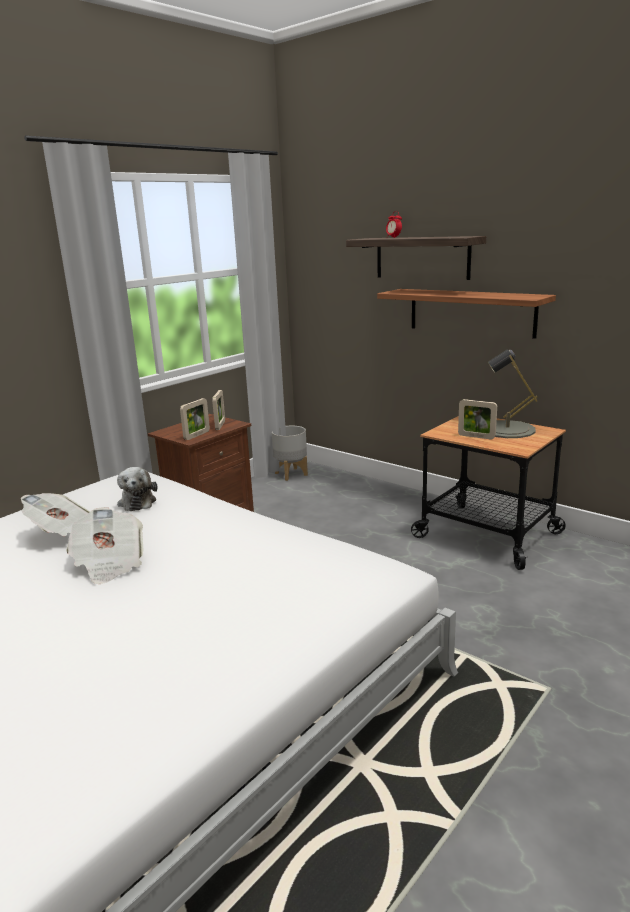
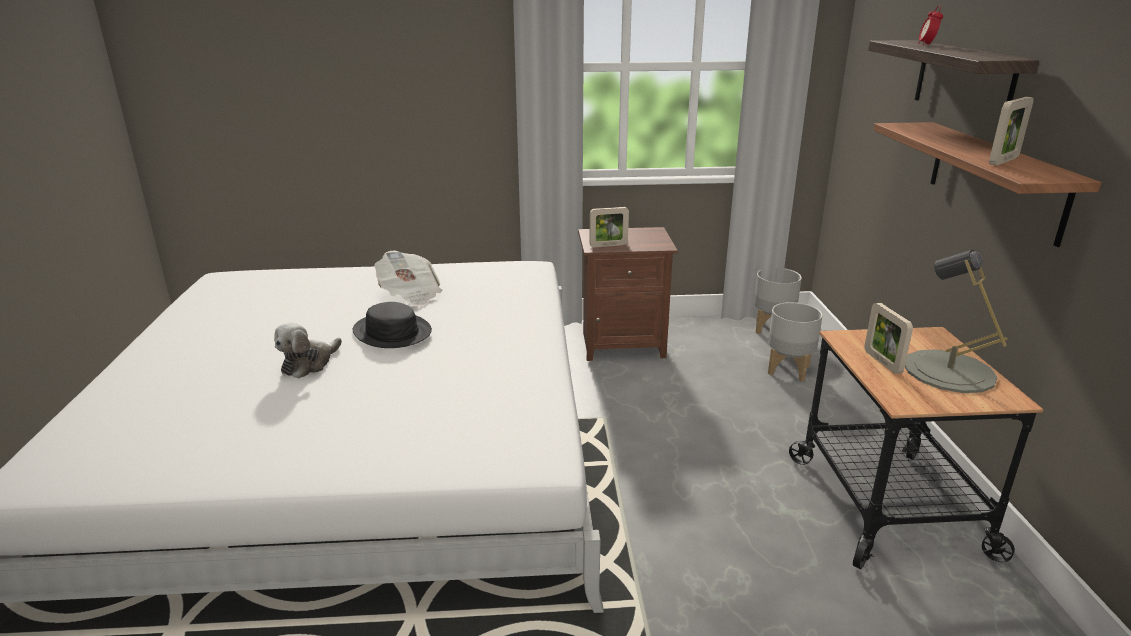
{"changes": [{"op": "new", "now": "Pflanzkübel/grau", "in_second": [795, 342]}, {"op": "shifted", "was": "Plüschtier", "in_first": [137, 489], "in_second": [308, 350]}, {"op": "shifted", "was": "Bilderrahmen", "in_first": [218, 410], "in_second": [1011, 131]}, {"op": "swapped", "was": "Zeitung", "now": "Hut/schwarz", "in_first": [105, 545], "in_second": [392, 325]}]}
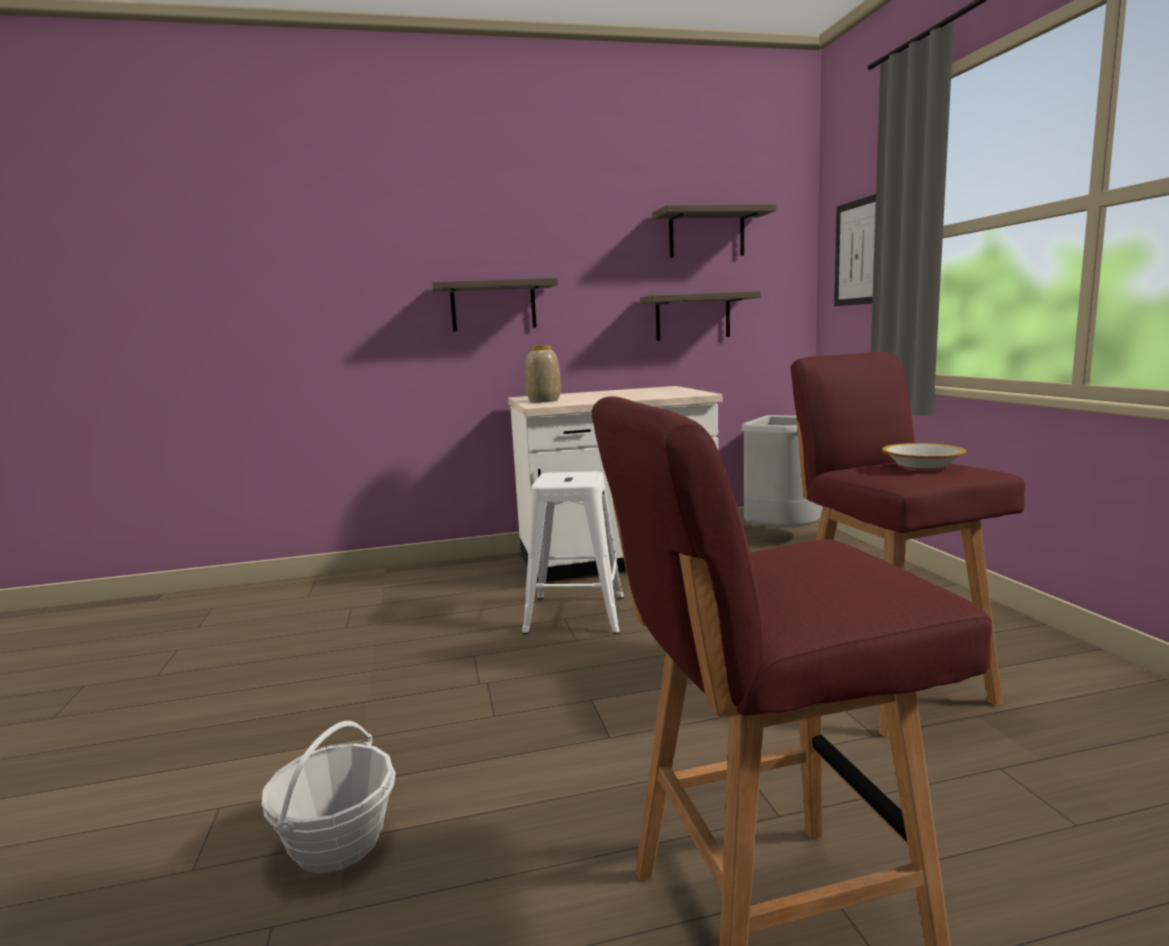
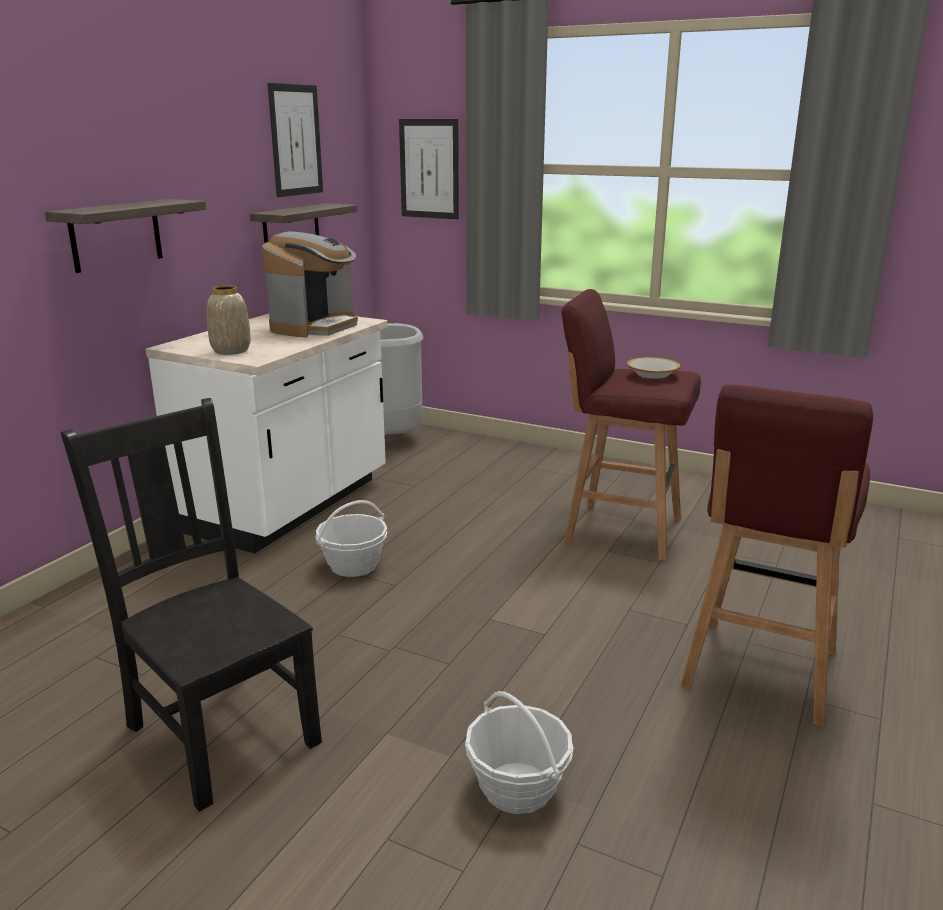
{"changes": [{"op": "new", "now": "Stuhl/schwarz", "in_second": [191, 605]}, {"op": "new", "now": "Kaffeemaschine", "in_second": [310, 284]}, {"op": "swapped", "was": "Hocker/weiß", "now": "Korb", "in_first": [573, 552], "in_second": [351, 538]}, {"op": "swapped", "was": "Wandregal", "now": "Bild", "in_first": [714, 231], "in_second": [295, 140]}]}
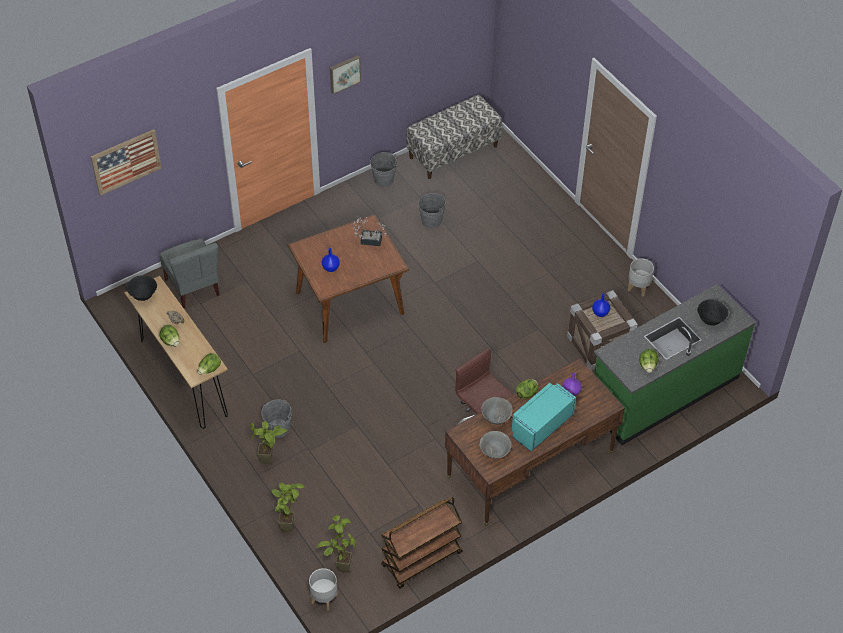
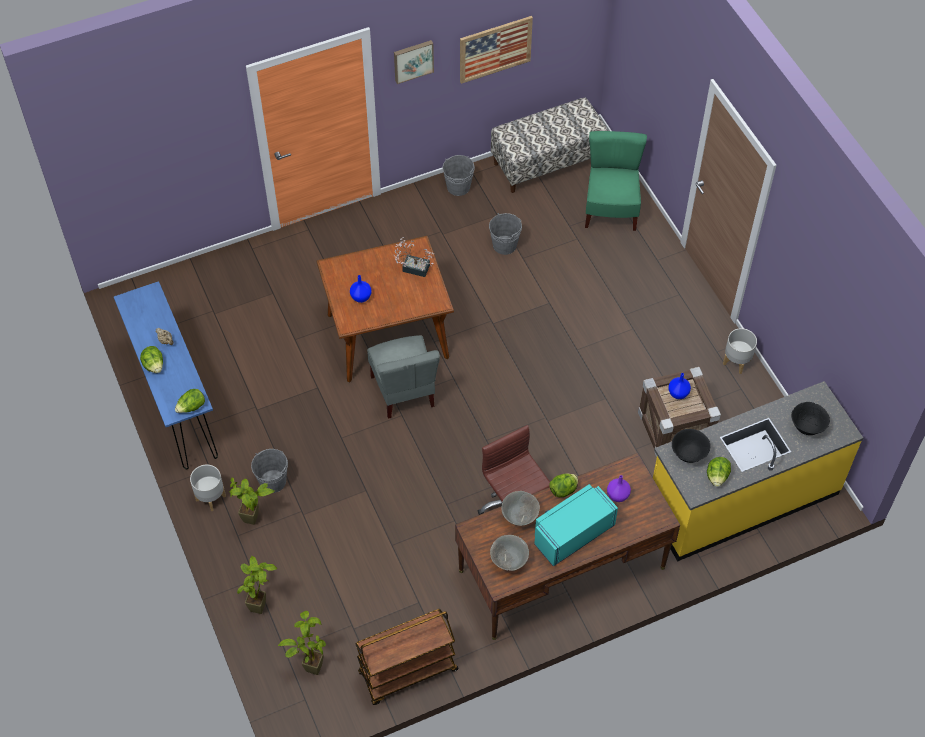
{"changes": [{"op": "new", "now": "Stuhl/grün", "in_second": [616, 181]}, {"op": "shifted", "was": "Bild", "in_first": [126, 162], "in_second": [496, 50]}, {"op": "shifted", "was": "Schüssel/schwarz", "in_first": [142, 288], "in_second": [691, 446]}, {"op": "shifted", "was": "Stuhl/grau", "in_first": [189, 273], "in_second": [403, 377]}, {"op": "shifted", "was": "Pflanzkübel/grau", "in_first": [323, 589], "in_second": [208, 488]}, {"op": "repainted", "was": "Konsolentisch/braun", "now": "Konsolentisch/blau", "in_first": [176, 352], "in_second": [166, 375]}, {"op": "repainted", "was": "Küchenzeile/grün", "now": "Küchenzeile/gelb", "in_first": [675, 364], "in_second": [758, 471]}]}
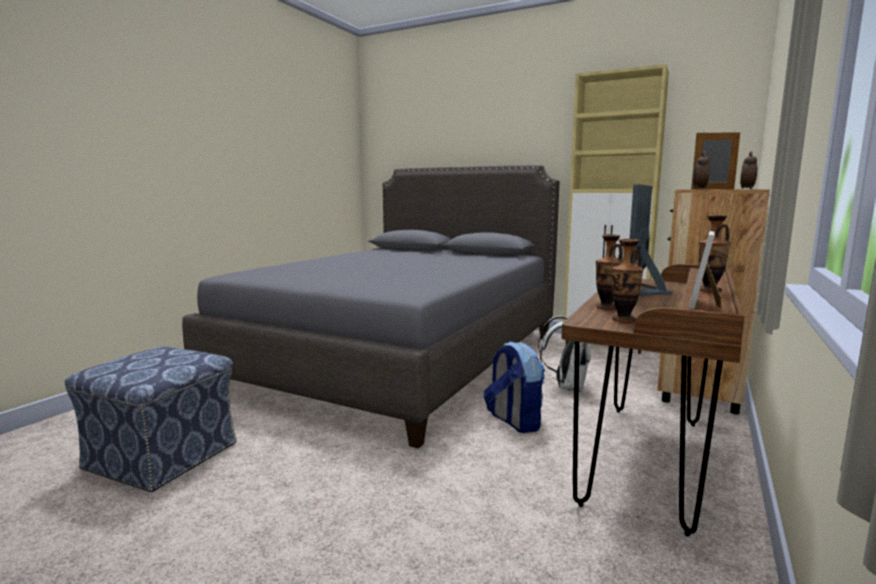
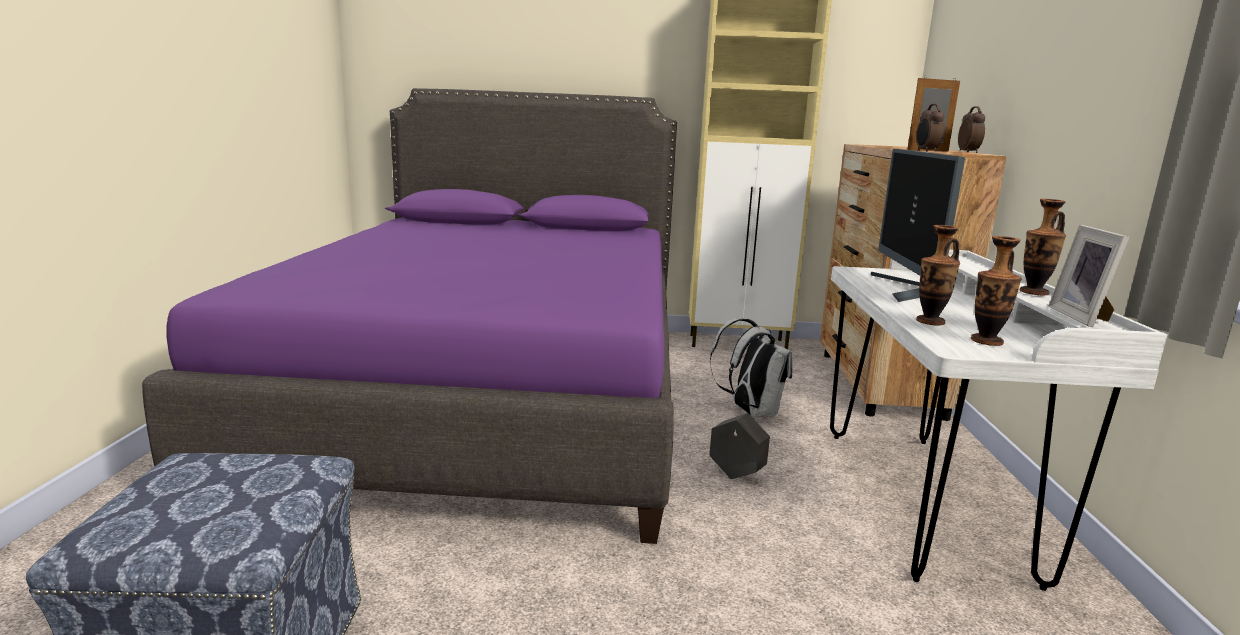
{"changes": [{"op": "swapped", "was": "Rucksack", "now": "Pflanzkübel/grau", "in_first": [514, 387], "in_second": [740, 446]}, {"op": "repainted", "was": "Bett/grau", "now": "Bett/lila", "in_first": [371, 307], "in_second": [409, 316]}, {"op": "repainted", "was": "Schreibtisch/braun", "now": "Schreibtisch/weiß", "in_first": [653, 400], "in_second": [999, 420]}]}
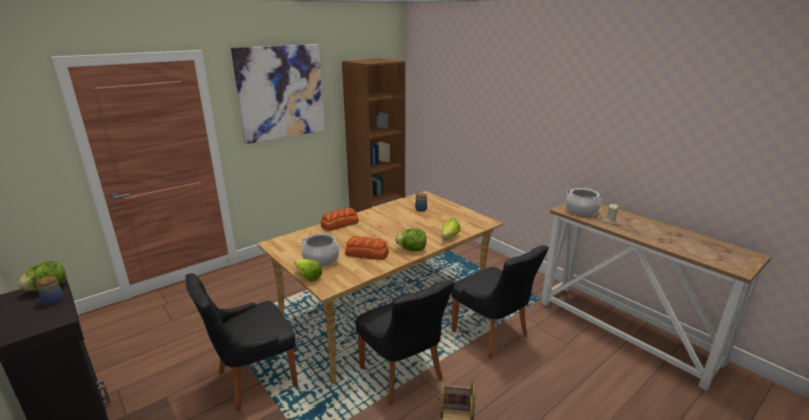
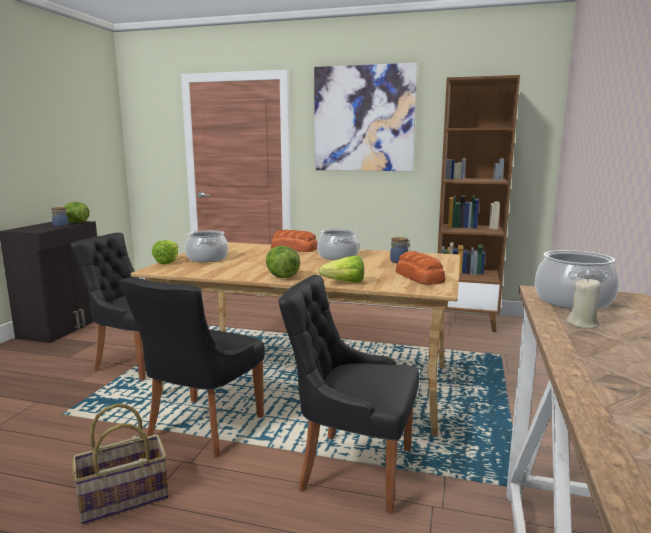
{"changes": [{"op": "new", "now": "Kochtopf", "in_second": [338, 244]}, {"op": "shifted", "was": "Brot", "in_first": [367, 248], "in_second": [421, 268]}, {"op": "rotated", "was": "Stuhl/schwarz", "in_first": [500, 302], "in_second": [348, 394], "clockwise": 90}]}
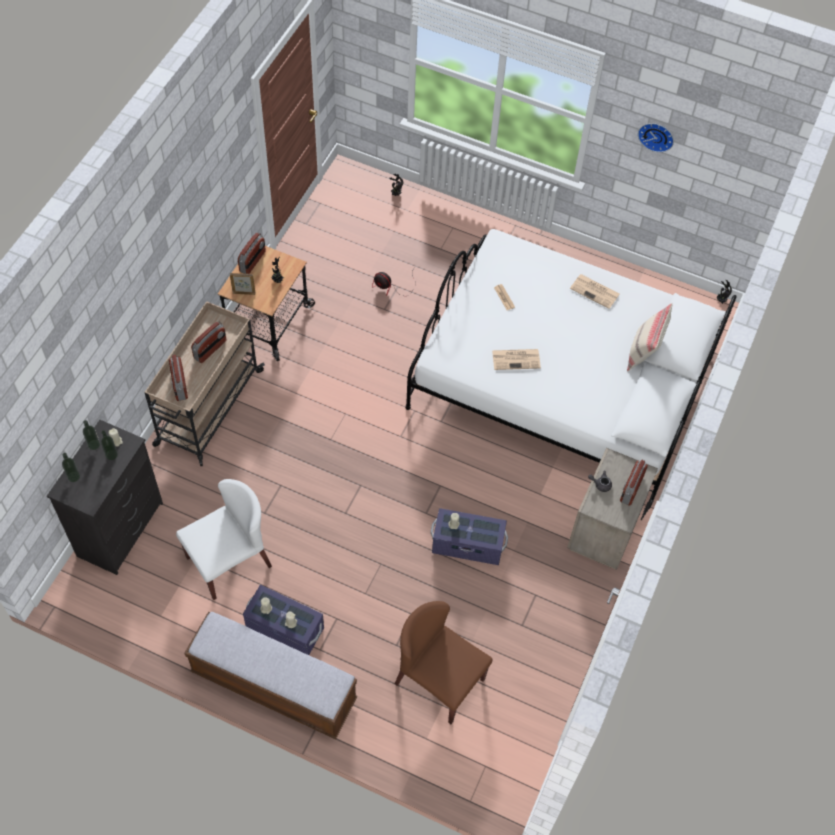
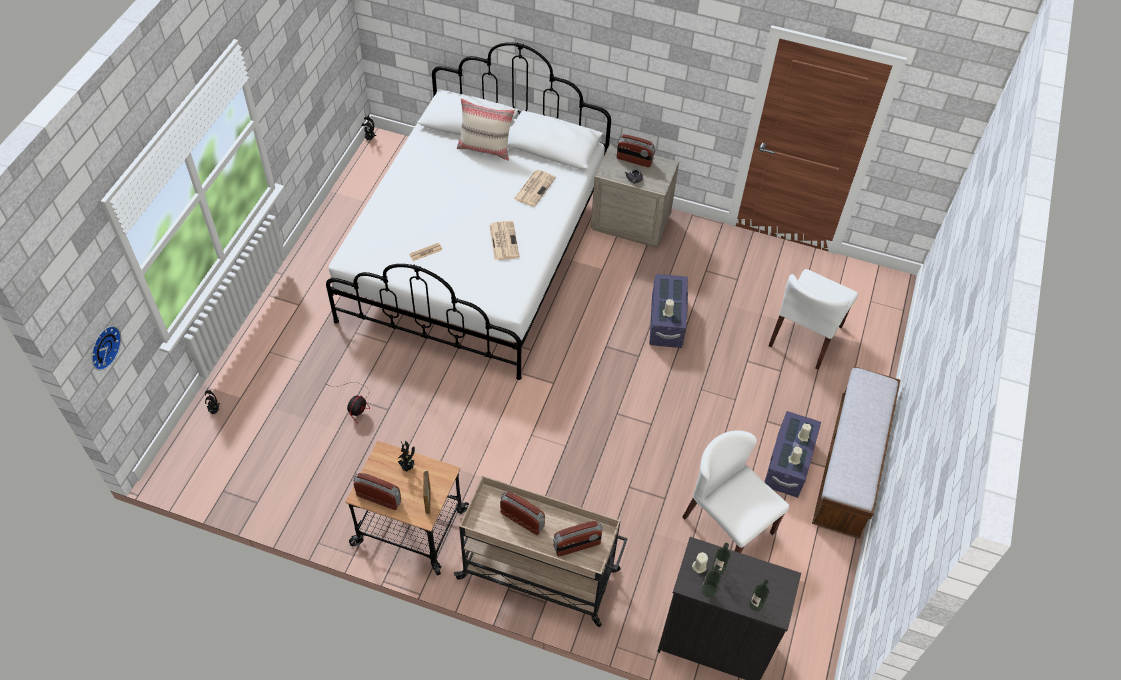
{"changes": [{"op": "shifted", "was": "Zeitung", "in_first": [595, 291], "in_second": [535, 188]}, {"op": "shifted", "was": "Wanduhr", "in_first": [656, 138], "in_second": [106, 348]}, {"op": "repainted", "was": "Stuhl/braun", "now": "Stuhl/weiß", "in_first": [443, 662], "in_second": [813, 319]}]}
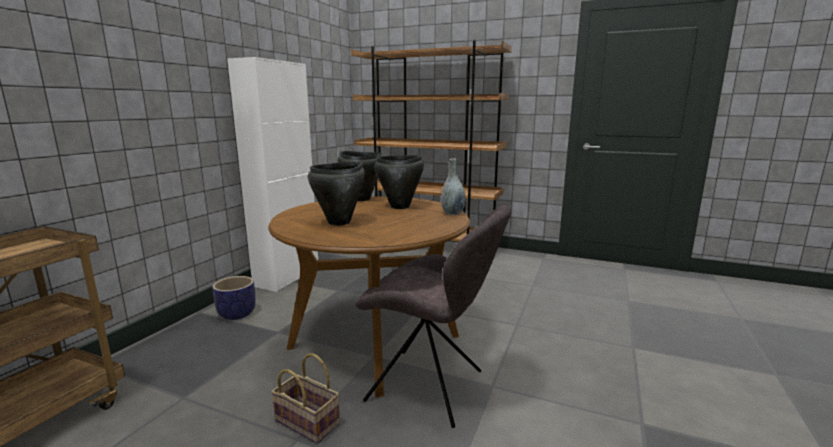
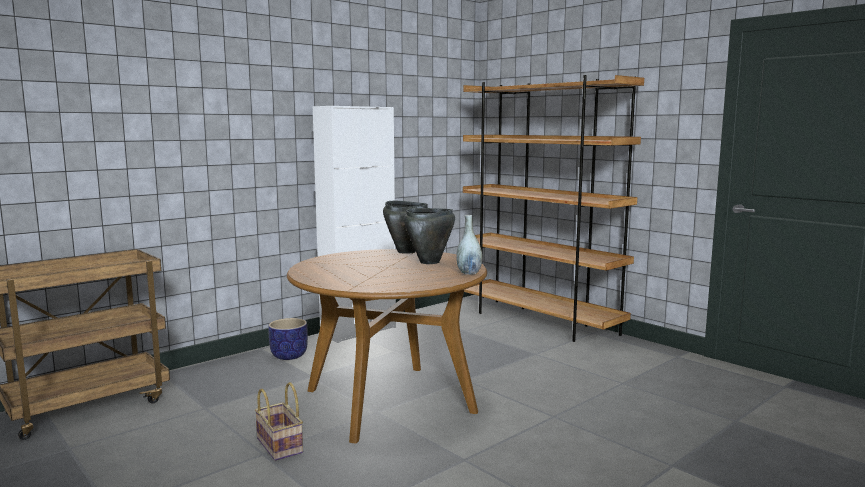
{"changes": [{"op": "gone", "was": "Kochtopf/schwarz", "in_first": [336, 193]}, {"op": "gone", "was": "Stuhl/grau", "in_first": [433, 316]}]}
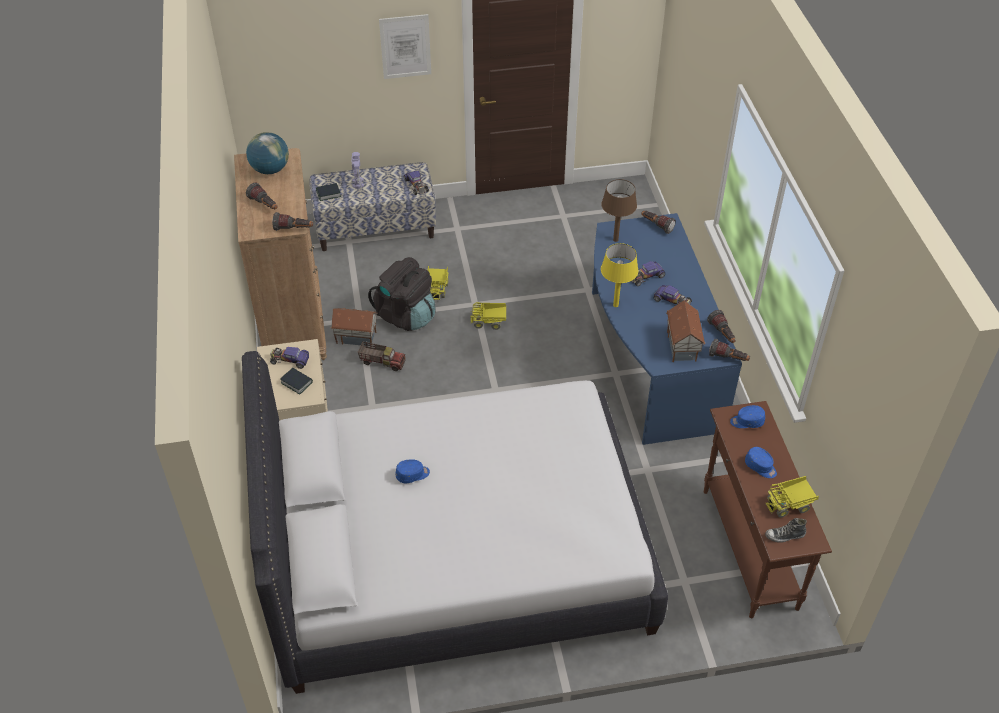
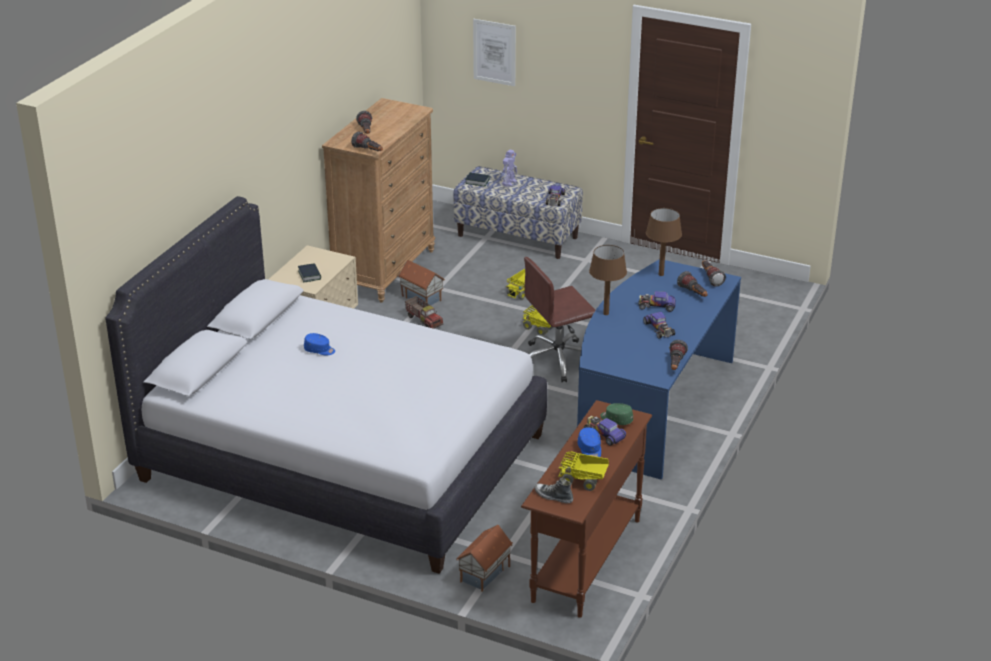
{"changes": [{"op": "gone", "was": "Globus", "in_first": [267, 153]}, {"op": "gone", "was": "Rucksack/schwarz", "in_first": [402, 294]}, {"op": "new", "now": "Bürostuhl/braun", "in_second": [560, 319]}, {"op": "shifted", "was": "Spielzeugauto", "in_first": [289, 358], "in_second": [605, 431]}, {"op": "shifted", "was": "Bild", "in_first": [405, 46], "in_second": [494, 52]}, {"op": "shifted", "was": "Spielzeughaus", "in_first": [685, 331], "in_second": [484, 558]}, {"op": "shifted", "was": "Taschenlampe", "in_first": [729, 350], "in_second": [692, 284]}, {"op": "repainted", "was": "Tischlampe/gelb", "now": "Tischlampe/braun", "in_first": [619, 275], "in_second": [608, 280]}, {"op": "repainted", "was": "Kappe/blau", "now": "Kappe/grün", "in_first": [747, 416], "in_second": [616, 414]}]}
